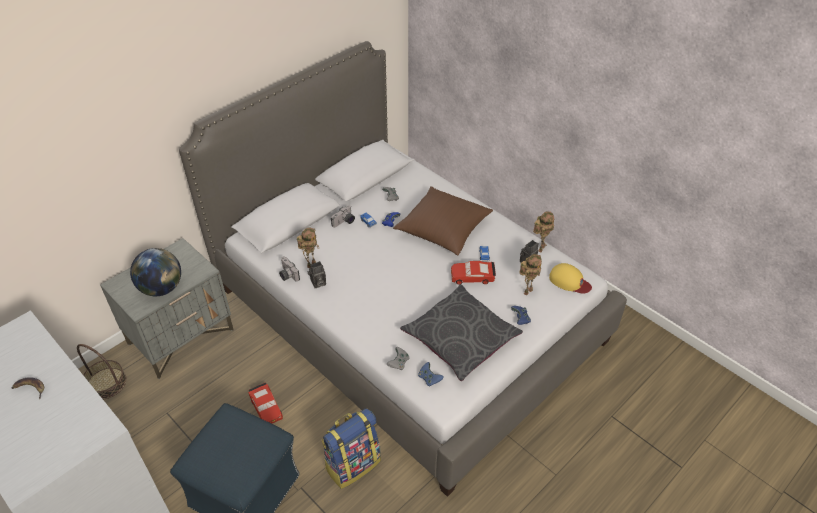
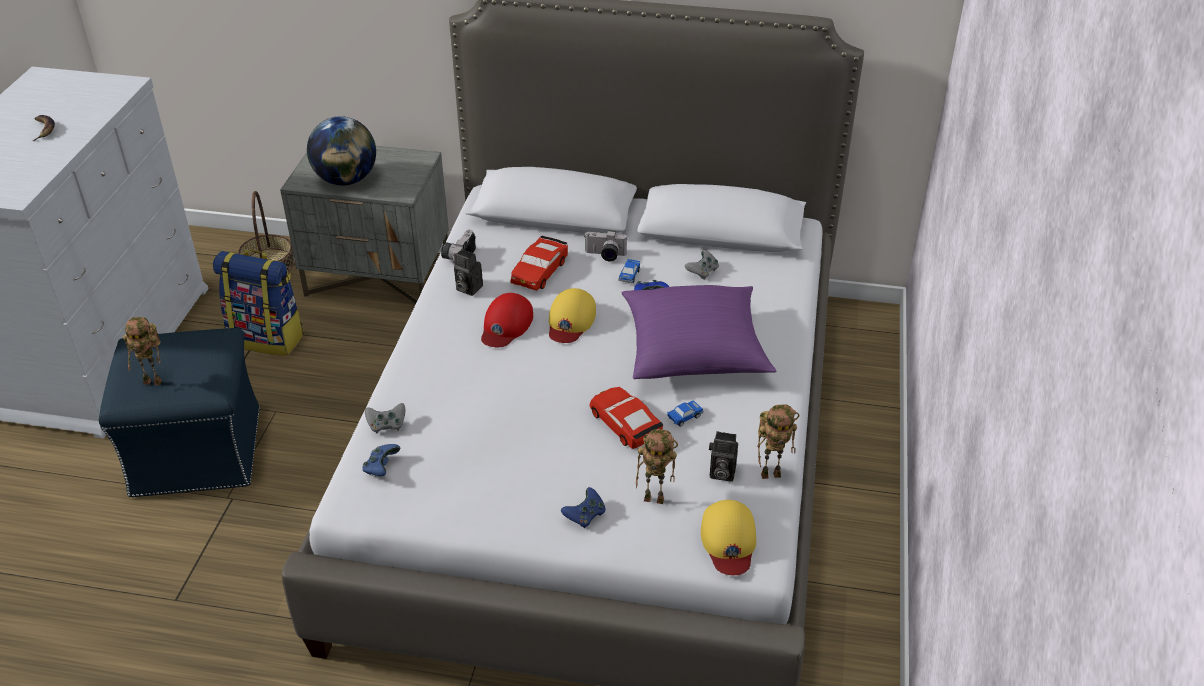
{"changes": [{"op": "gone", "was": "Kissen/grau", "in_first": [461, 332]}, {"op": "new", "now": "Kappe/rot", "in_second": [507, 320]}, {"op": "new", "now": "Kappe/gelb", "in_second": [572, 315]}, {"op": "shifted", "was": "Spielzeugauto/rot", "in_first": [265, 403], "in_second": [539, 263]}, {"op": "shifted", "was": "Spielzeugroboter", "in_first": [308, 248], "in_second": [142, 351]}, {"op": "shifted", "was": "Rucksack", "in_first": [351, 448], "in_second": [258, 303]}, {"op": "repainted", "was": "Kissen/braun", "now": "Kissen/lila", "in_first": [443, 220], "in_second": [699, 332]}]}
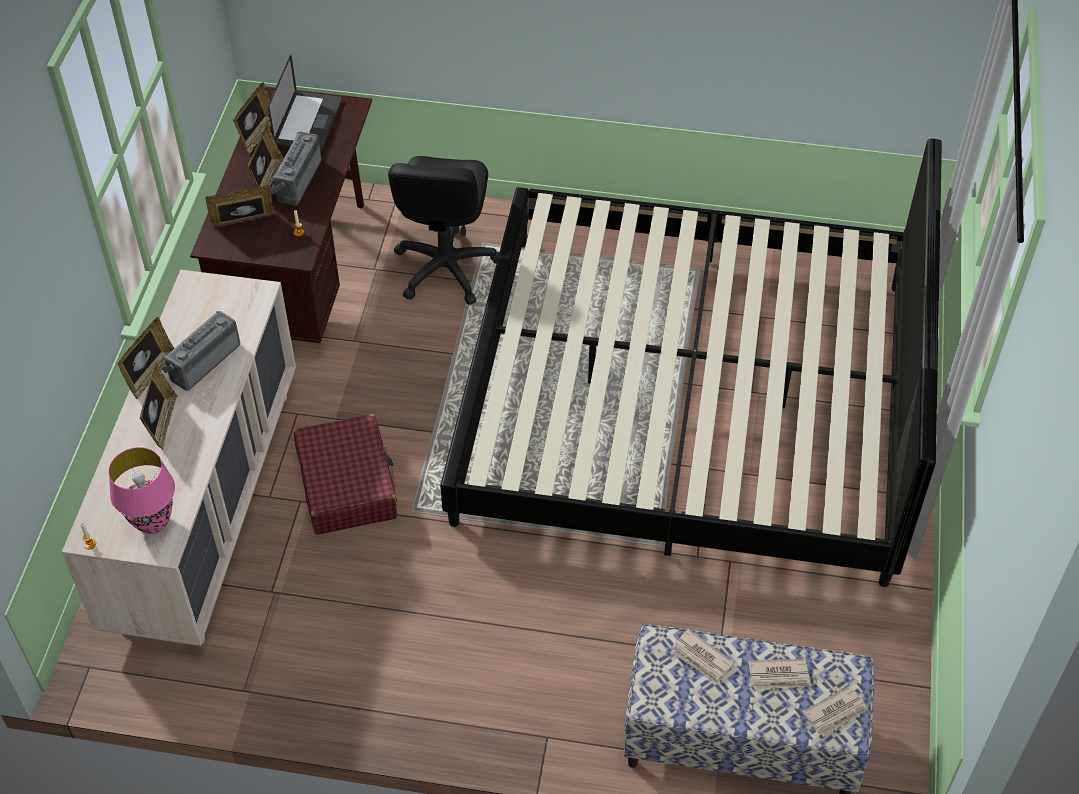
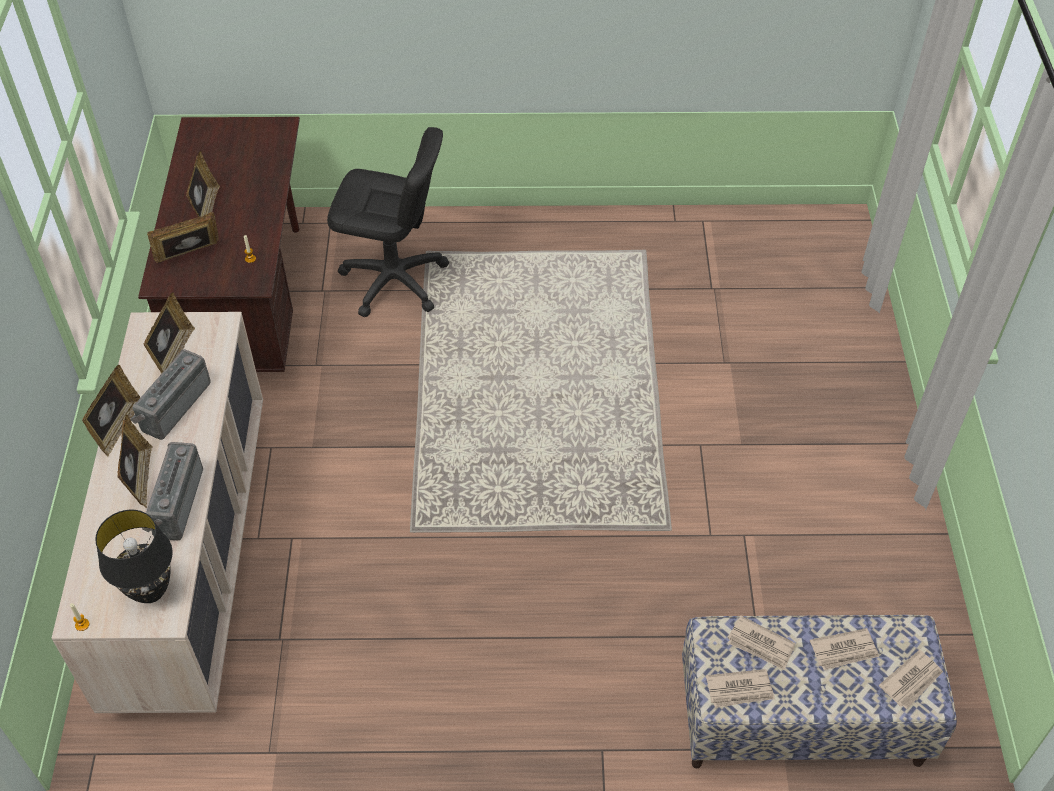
{"changes": [{"op": "gone", "was": "Laptop", "in_first": [305, 103]}, {"op": "gone", "was": "Koffer/rot", "in_first": [345, 474]}, {"op": "gone", "was": "Bett", "in_first": [691, 363]}, {"op": "new", "now": "Zeitung", "in_second": [740, 688]}, {"op": "shifted", "was": "Bilderrahmen", "in_first": [252, 118], "in_second": [169, 333]}, {"op": "shifted", "was": "Radio", "in_first": [296, 168], "in_second": [172, 491]}, {"op": "repainted", "was": "Tischlampe/rosa", "now": "Tischlampe/schwarz", "in_first": [142, 490], "in_second": [134, 556]}, {"op": "rotated", "was": "Bürostuhl/schwarz", "in_first": [443, 230], "in_second": [388, 222], "clockwise": -75}]}
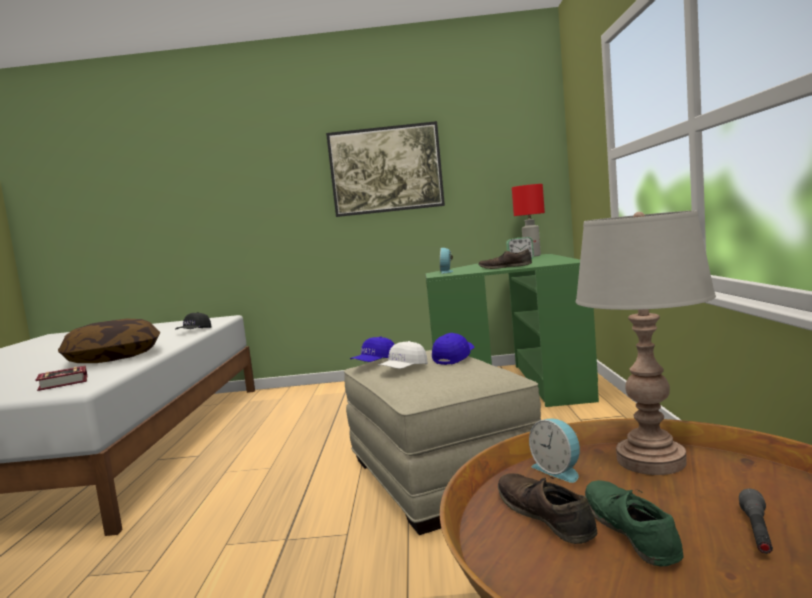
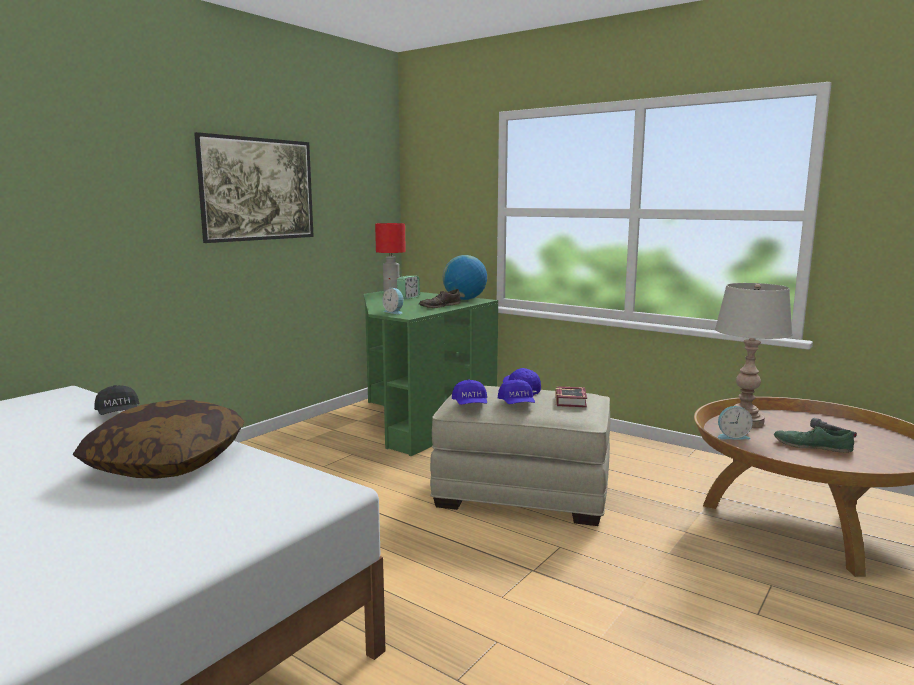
{"changes": [{"op": "gone", "was": "Schuh/braun", "in_first": [547, 509]}, {"op": "new", "now": "Globus", "in_second": [465, 277]}, {"op": "shifted", "was": "Buch", "in_first": [61, 378], "in_second": [571, 396]}, {"op": "repainted", "was": "Kappe/weiß", "now": "Kappe/blau", "in_first": [403, 355], "in_second": [516, 391]}]}
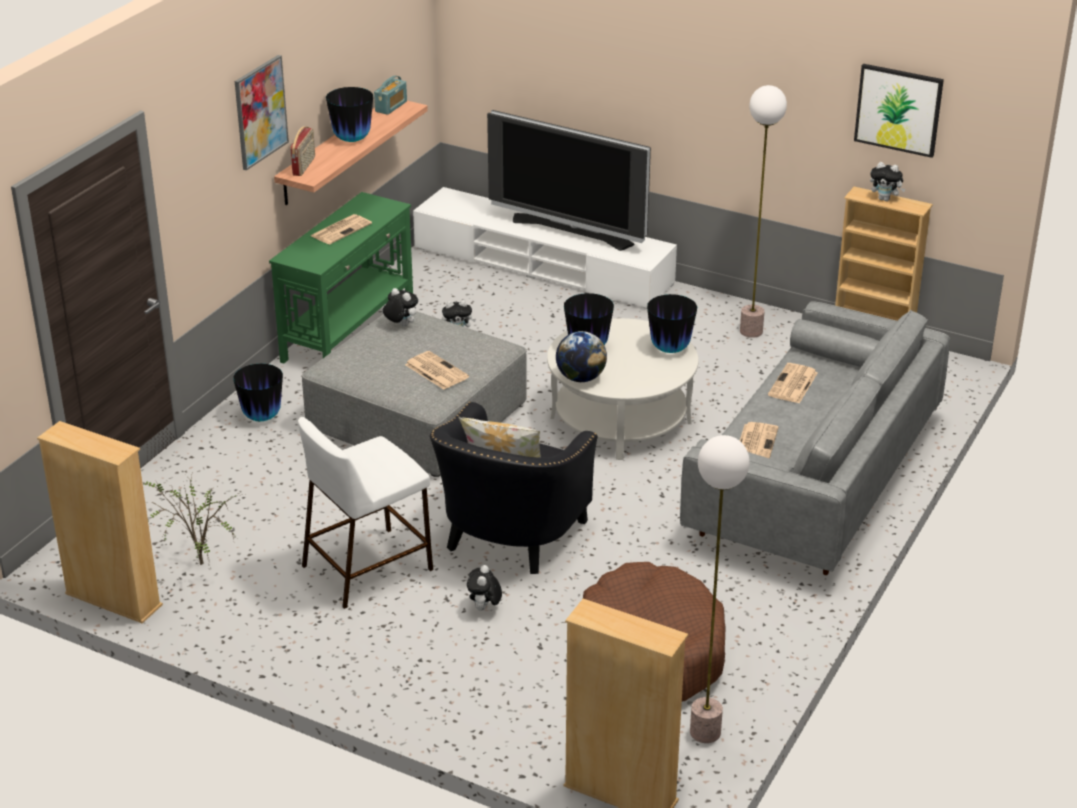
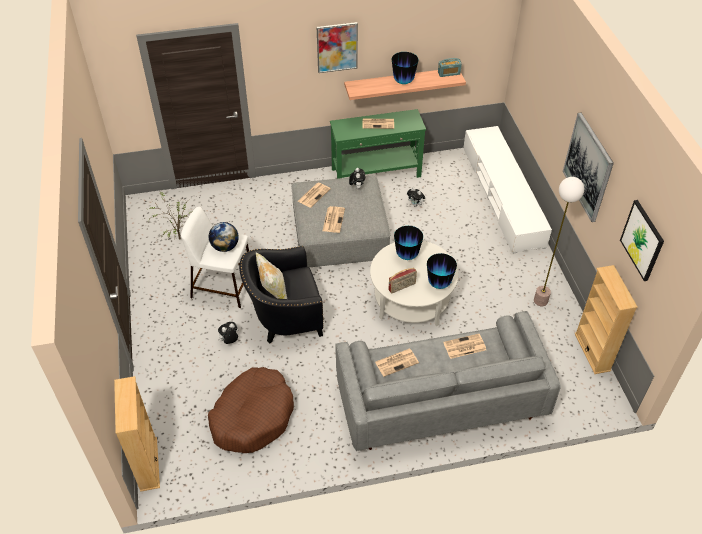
{"changes": [{"op": "gone", "was": "Bücherregal/beige", "in_first": [100, 522]}, {"op": "gone", "was": "Vase", "in_first": [258, 392]}, {"op": "gone", "was": "Fernseher", "in_first": [569, 180]}, {"op": "gone", "was": "Stehlampe", "in_first": [720, 589]}, {"op": "gone", "was": "Plüschtier", "in_first": [887, 181]}, {"op": "new", "now": "Zeitung", "in_second": [314, 195]}, {"op": "new", "now": "Bild", "in_second": [588, 167]}, {"op": "shifted", "was": "Radio", "in_first": [302, 151], "in_second": [402, 280]}, {"op": "shifted", "was": "Globus", "in_first": [581, 356], "in_second": [224, 237]}]}
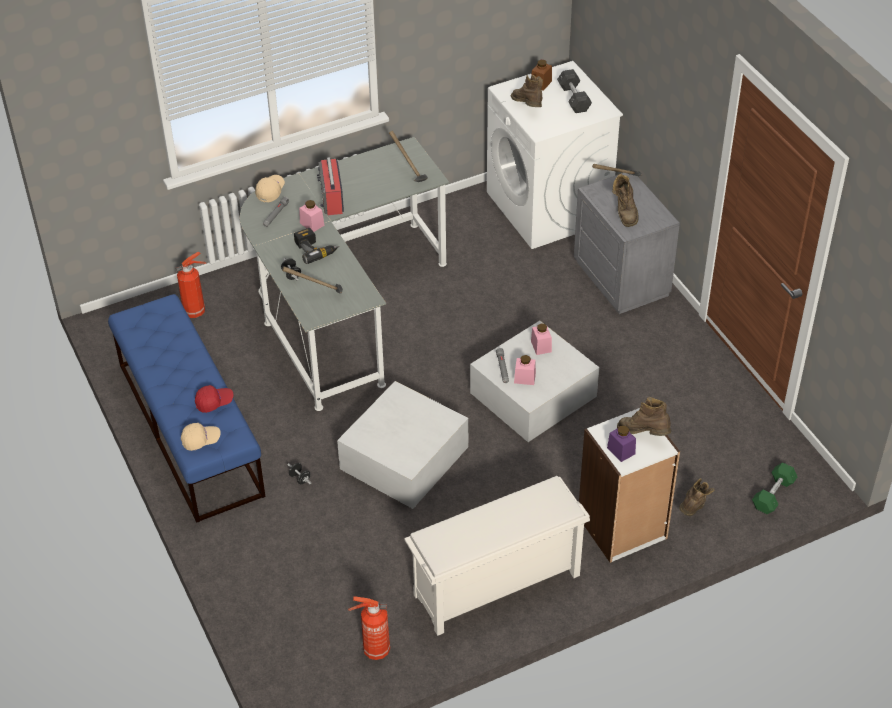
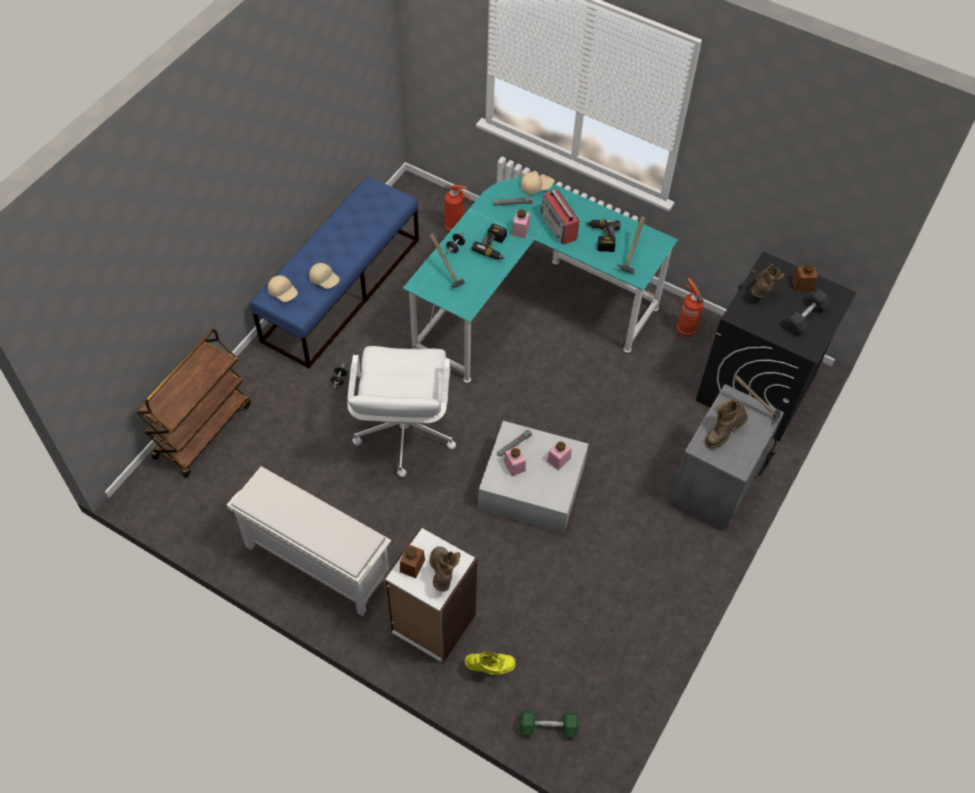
{"changes": [{"op": "new", "now": "Rollwagen/braun", "in_second": [193, 403]}, {"op": "new", "now": "Bohrmaschine", "in_second": [603, 236]}, {"op": "shifted", "was": "Feuerlöscher", "in_first": [369, 628], "in_second": [690, 307]}, {"op": "swapped", "was": "Aufbewahrungsbox/weiß", "now": "Bürostuhl/weiß", "in_first": [402, 445], "in_second": [401, 411]}, {"op": "repainted", "was": "Kappe/rot", "now": "Kappe/beige", "in_first": [214, 399], "in_second": [324, 276]}, {"op": "repainted", "was": "Schreibtisch/grau", "now": "Schreibtisch/türkis", "in_first": [344, 274], "in_second": [540, 280]}, {"op": "repainted", "was": "Waschmaschine/weiß", "now": "Waschmaschine/schwarz", "in_first": [555, 155], "in_second": [776, 346]}, {"op": "repainted", "was": "Vorratsglas/lila", "now": "Vorratsglas/braun", "in_first": [621, 444], "in_second": [412, 561]}, {"op": "repainted", "was": "Stiefel/braun", "now": "Stiefel/gelb", "in_first": [697, 497], "in_second": [490, 663]}, {"op": "rotated", "was": "Radio", "in_first": [330, 186], "in_second": [560, 217], "clockwise": -75}]}
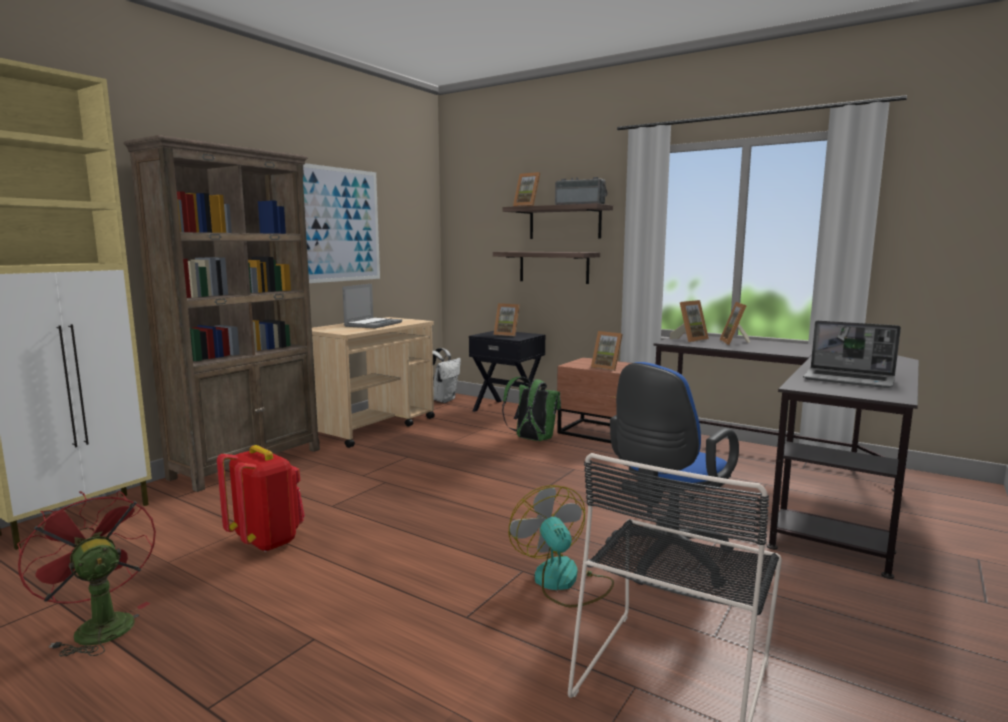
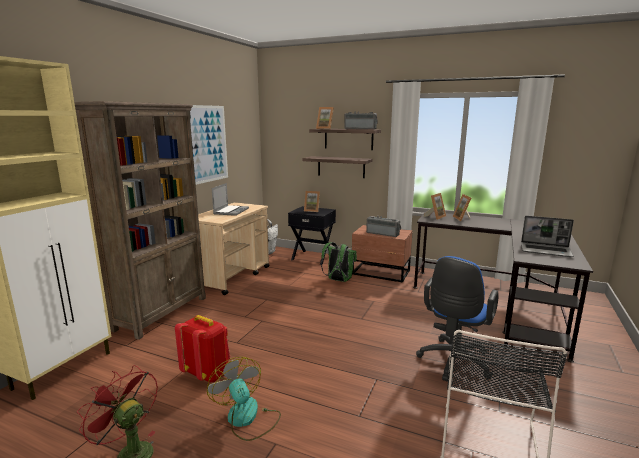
{"changes": [{"op": "shifted", "was": "Ventilator", "in_first": [561, 546], "in_second": [244, 399]}, {"op": "swapped", "was": "Bilderrahmen", "now": "Radio", "in_first": [607, 351], "in_second": [383, 226]}]}
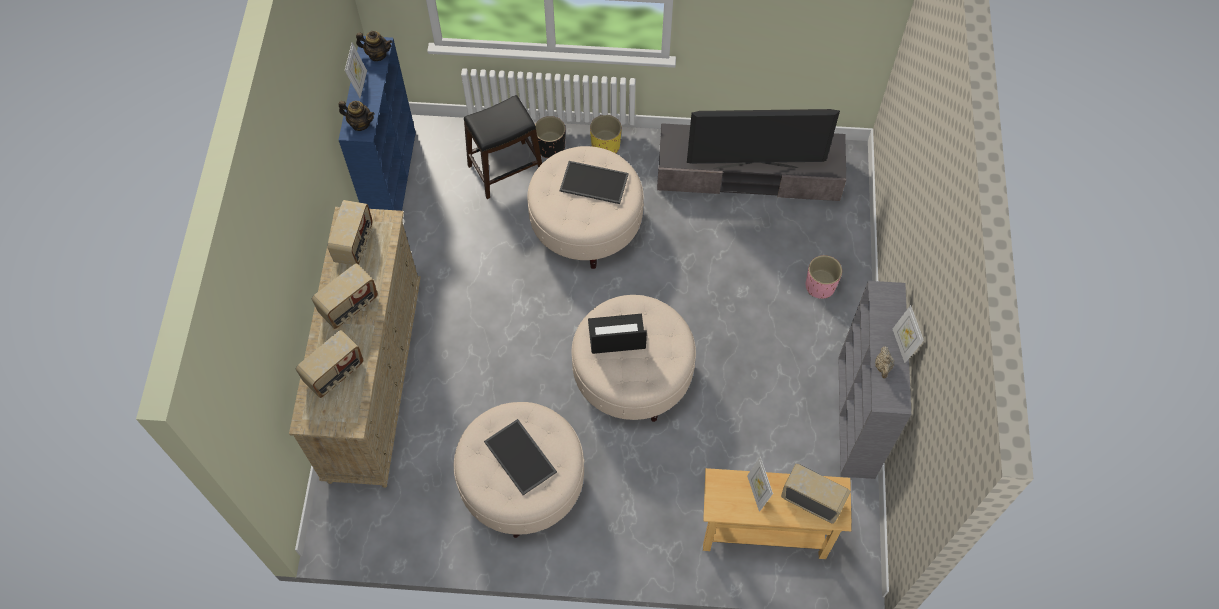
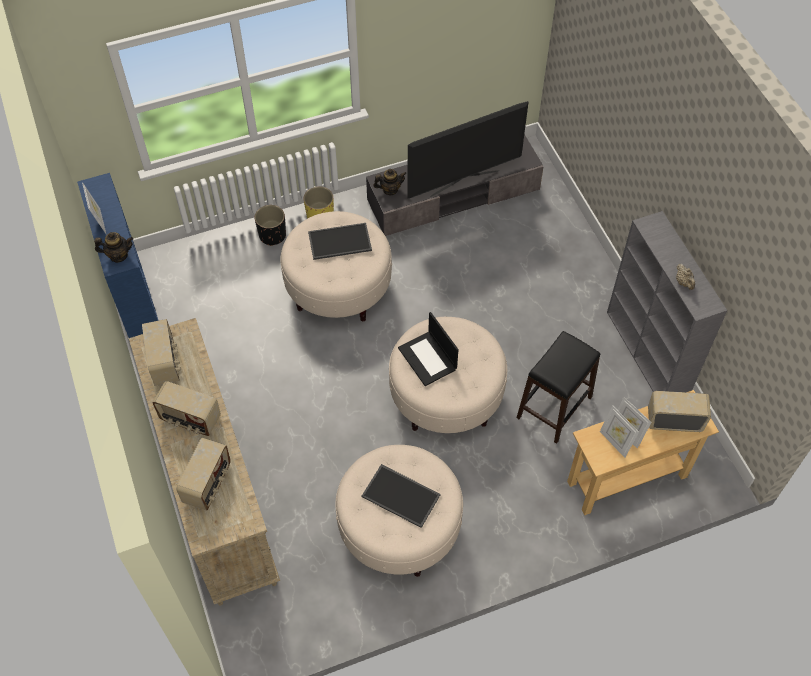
{"changes": [{"op": "gone", "was": "Pflanzkübel/rosa", "in_first": [824, 277]}, {"op": "shifted", "was": "Teekanne", "in_first": [374, 46], "in_second": [390, 182]}, {"op": "shifted", "was": "Hocker/schwarz", "in_first": [503, 147], "in_second": [558, 387]}, {"op": "shifted", "was": "Bilderrahmen", "in_first": [908, 334], "in_second": [619, 431]}, {"op": "rotated", "was": "Radio", "in_first": [345, 296], "in_second": [186, 408], "clockwise": 90}, {"op": "rotated", "was": "Laptop", "in_first": [617, 334], "in_second": [428, 349], "clockwise": -90}]}
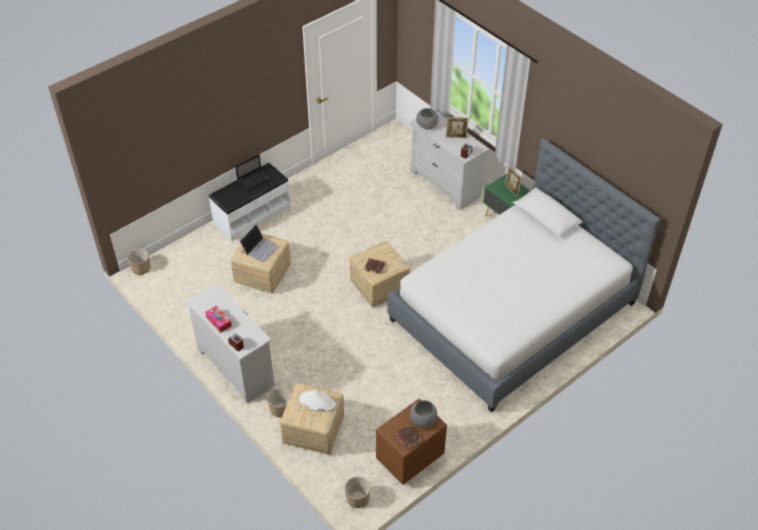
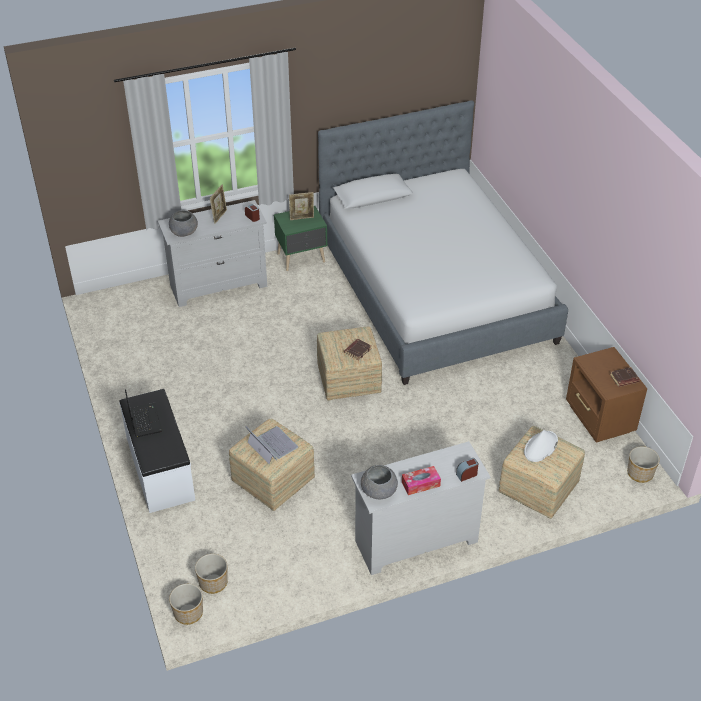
{"changes": [{"op": "shifted", "was": "Pflanzkübel", "in_first": [279, 402], "in_second": [211, 574]}, {"op": "shifted", "was": "Schüssel/grau", "in_first": [423, 414], "in_second": [379, 482]}]}
